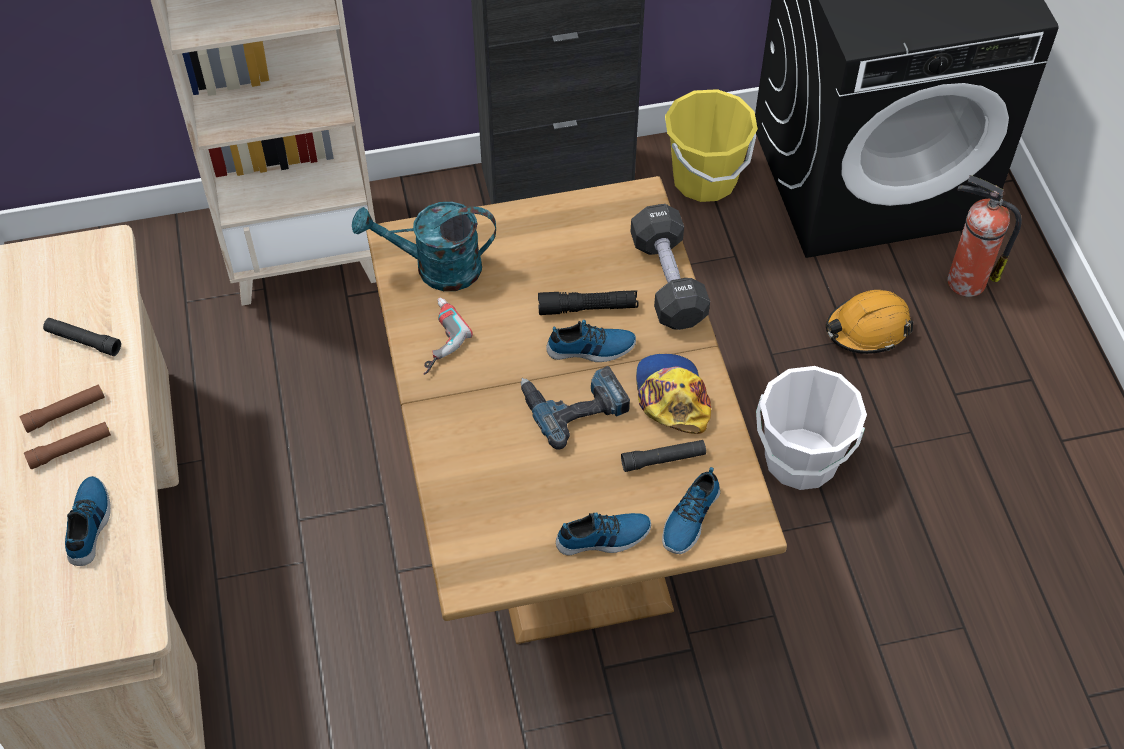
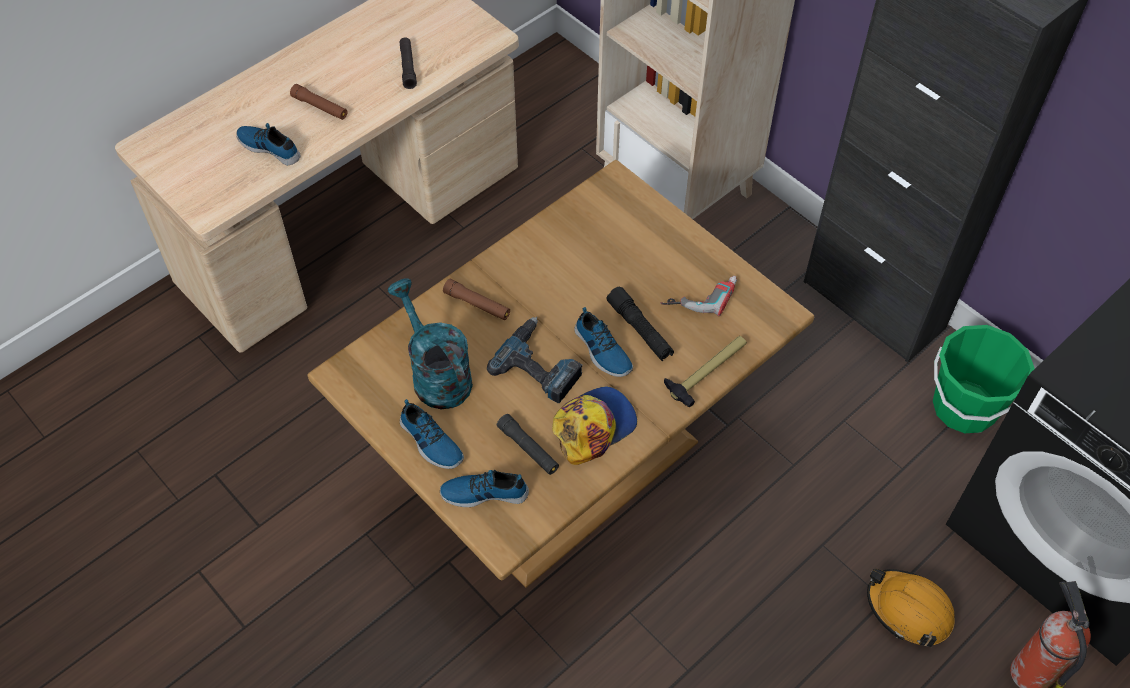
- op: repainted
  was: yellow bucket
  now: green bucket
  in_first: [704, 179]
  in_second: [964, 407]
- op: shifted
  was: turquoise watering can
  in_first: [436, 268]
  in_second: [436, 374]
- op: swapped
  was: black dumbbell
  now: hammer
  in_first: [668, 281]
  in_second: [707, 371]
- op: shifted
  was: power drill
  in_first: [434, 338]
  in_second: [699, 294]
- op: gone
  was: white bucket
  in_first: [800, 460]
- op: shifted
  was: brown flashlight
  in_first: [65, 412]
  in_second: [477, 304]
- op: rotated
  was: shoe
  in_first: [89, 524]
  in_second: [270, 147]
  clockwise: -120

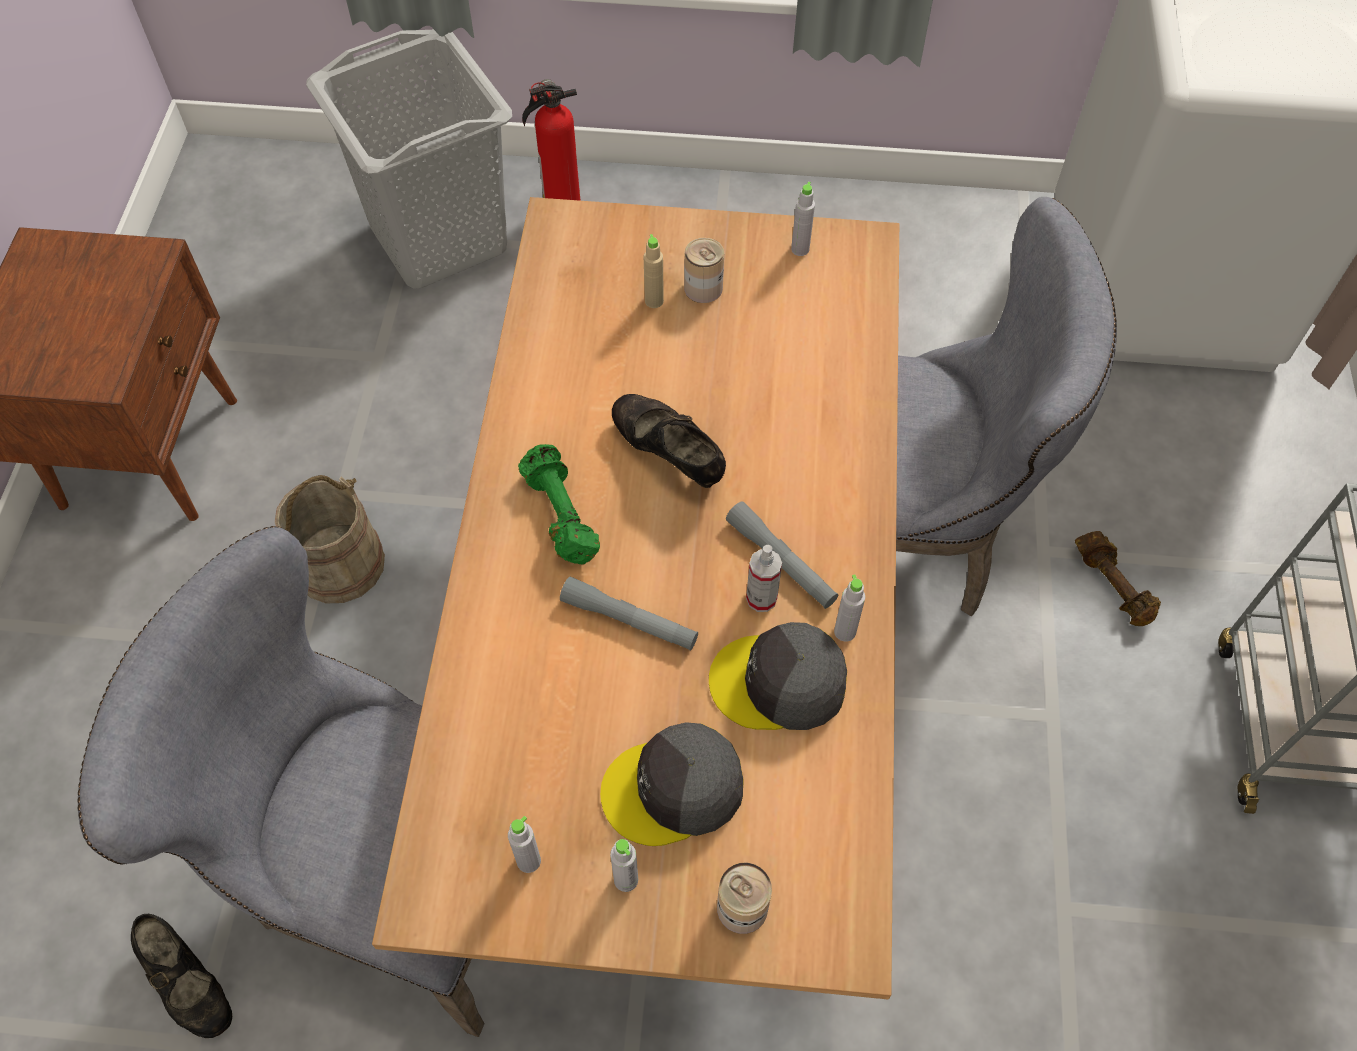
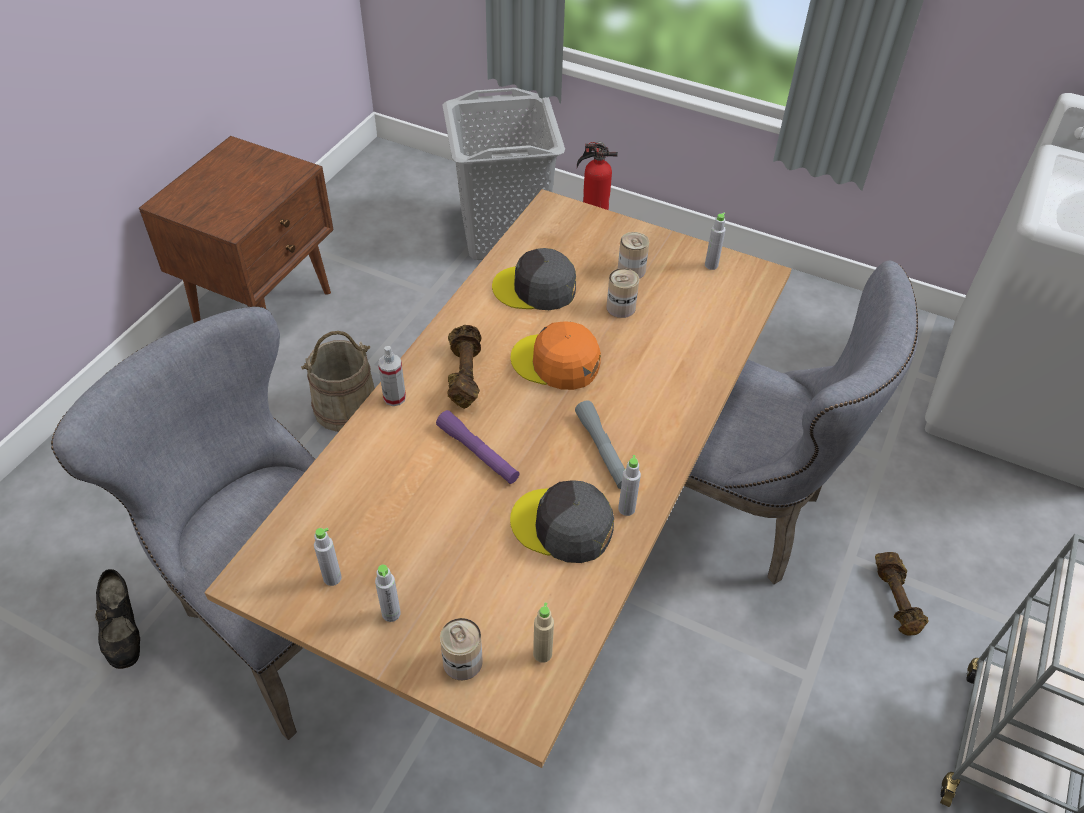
- op: shifted
  was: beige bottle
  in_first: [654, 301]
  in_second: [542, 654]
- op: swapped
  was: black shoe
  now: orange cap
  in_first: [668, 456]
  in_second: [556, 362]
- op: repainted
  was: green dumbbell
  now: brown dumbbell
  in_first: [559, 515]
  in_second: [464, 375]
- op: shifted
  was: spray bottle
  in_first: [761, 598]
  in_second: [394, 397]
- op: repainted
  was: grey flashlight
  now: purple flashlight
  in_first: [629, 620]
  in_second: [478, 453]
- op: shifted
  was: grey cap
  in_first: [674, 789]
  in_second: [535, 288]
- op: new
  now: can
  in_second: [621, 307]

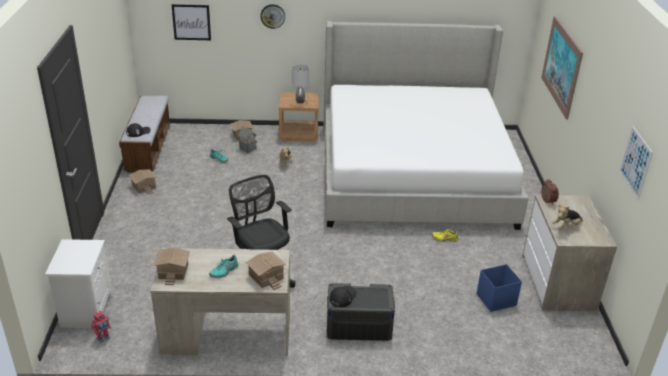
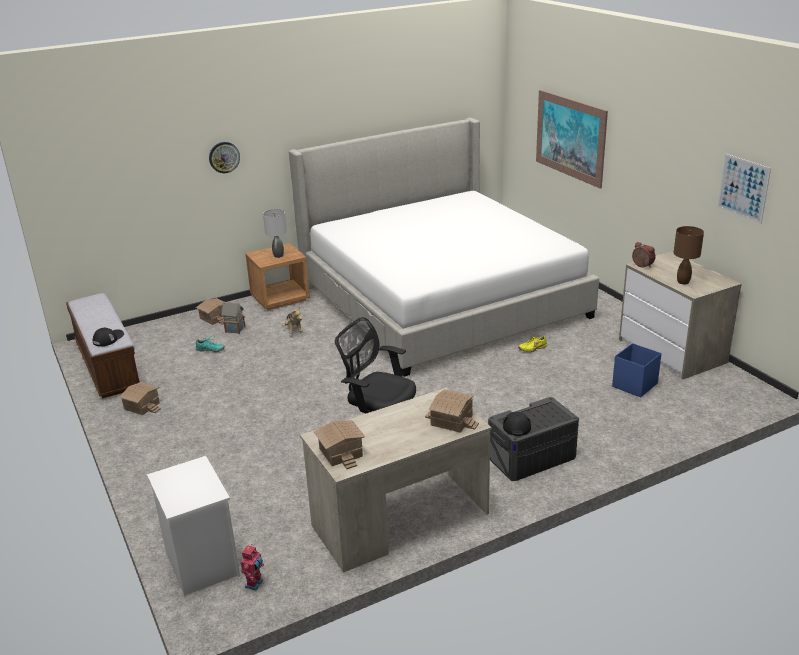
- op: gone
  was: picture
  in_first: [191, 22]
- op: swapped
  was: plush toy
  now: brown table lamp
  in_first: [566, 227]
  in_second: [683, 281]
- op: gone
  was: turquoise shoe
  in_first: [224, 271]

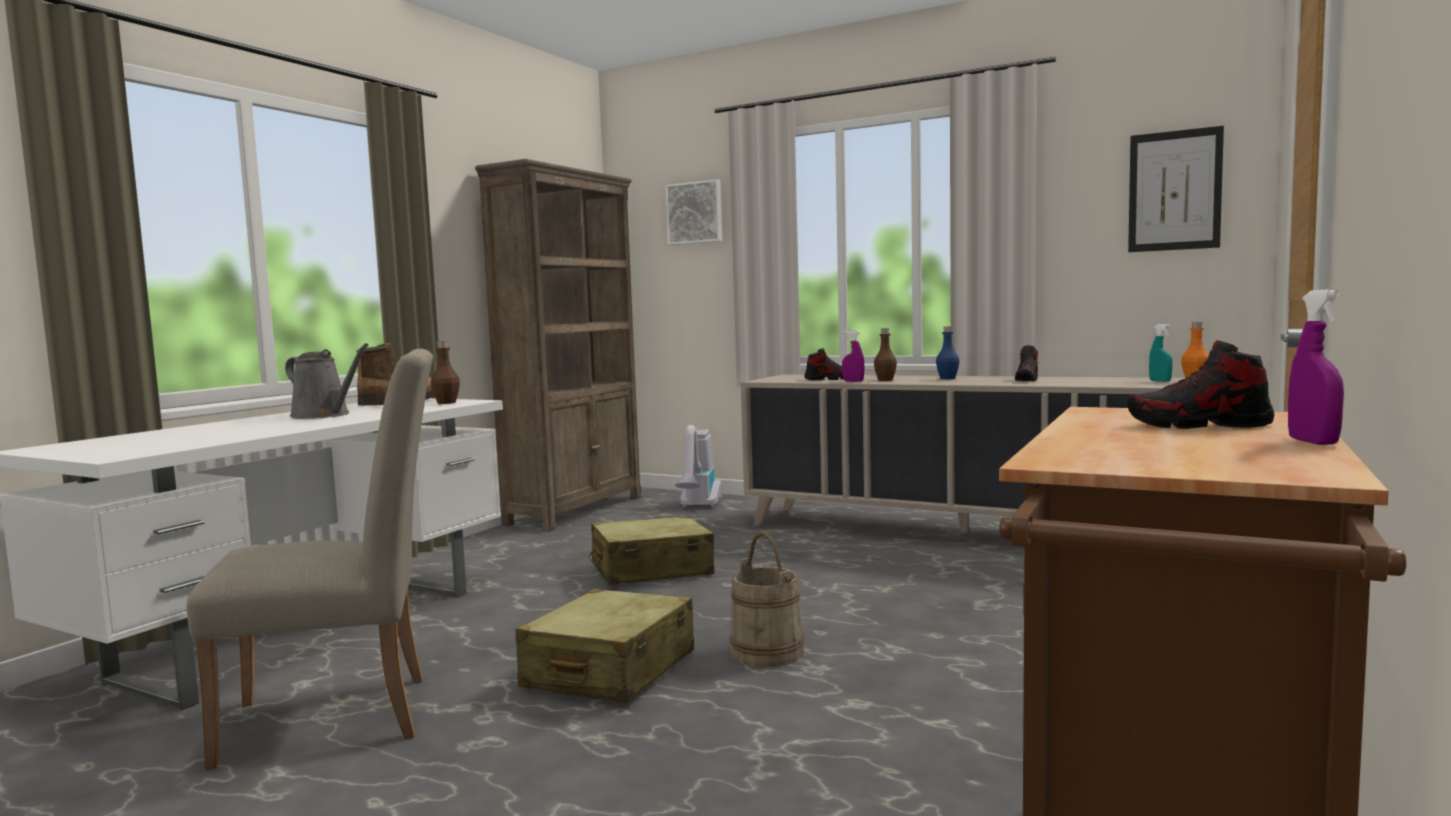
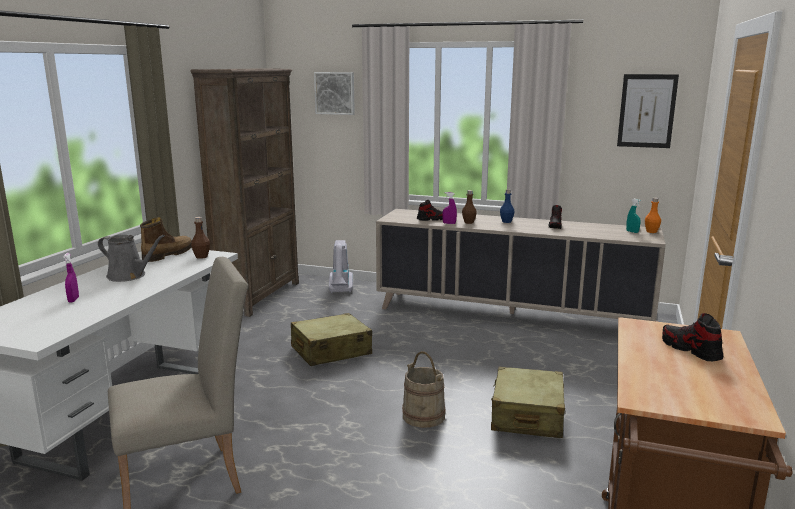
- op: shifted
  was: purple spray bottle
  in_first: [1313, 442]
  in_second: [73, 300]
- op: rotated
  was: shoe
  in_first: [1199, 425]
  in_second: [690, 349]
  clockwise: 60
- op: shifted
  was: beige suitcase
  in_first: [609, 671]
  in_second: [527, 415]

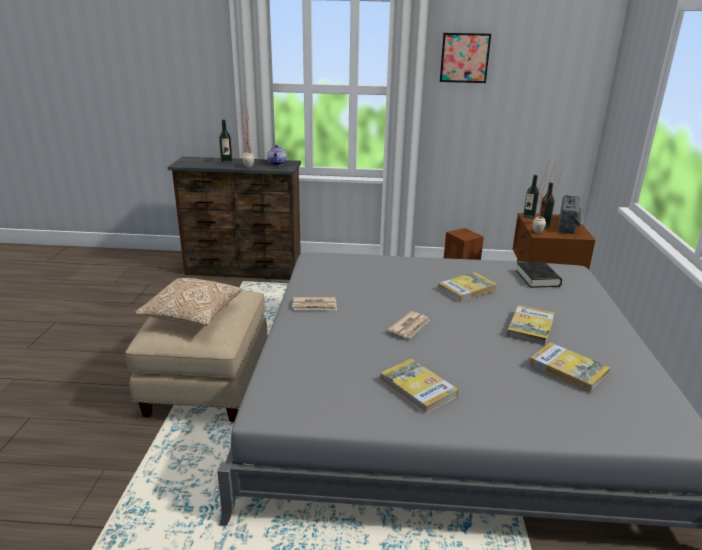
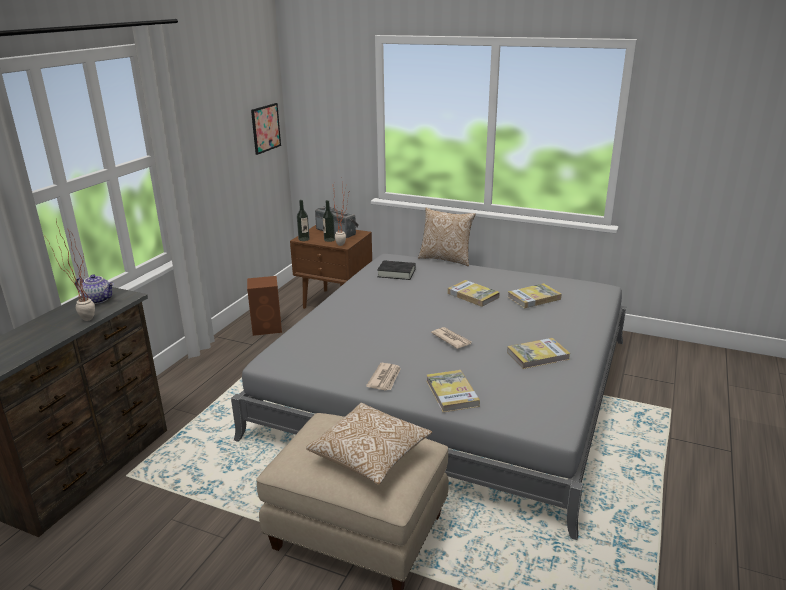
- op: shifted
  was: picture
  in_first: [464, 58]
  in_second: [265, 128]
- op: gone
  was: bottle
  in_first: [226, 162]
- op: shifted
  was: book
  in_first: [467, 289]
  in_second: [452, 393]
- op: new
  now: pillow
  in_second: [446, 259]

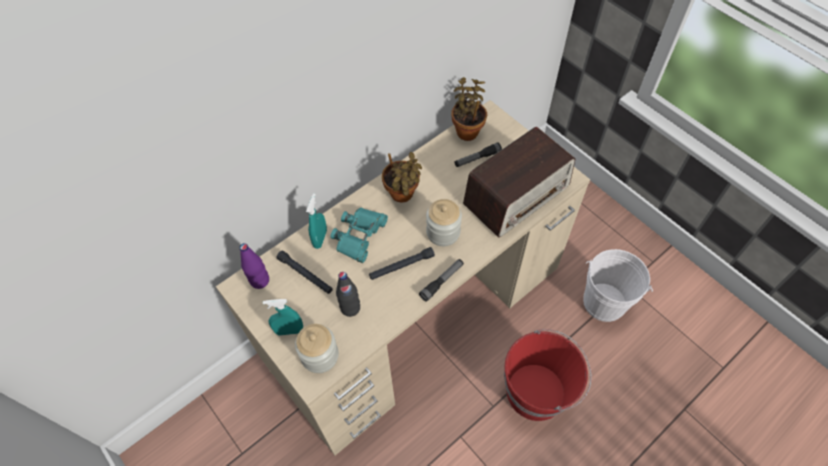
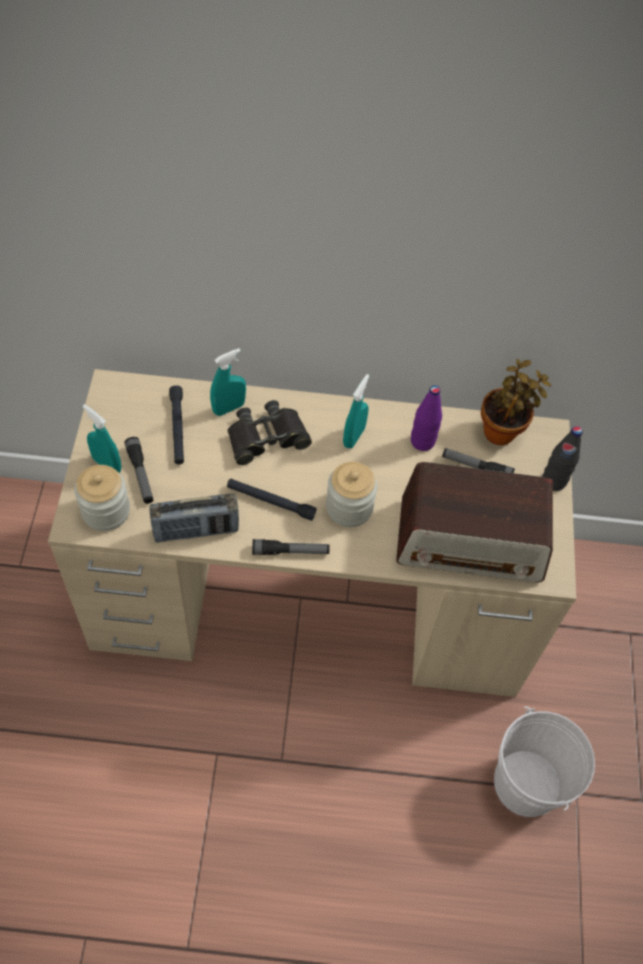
- op: swapped
  was: potted plant
  now: turquoise spray bottle
  in_first: [402, 195]
  in_second: [354, 437]
- op: repainted
  was: turquoise binoculars
  now: black binoculars
  in_first: [359, 236]
  in_second: [266, 437]
- op: shifted
  was: purple bottle
  in_first: [260, 281]
  in_second: [422, 442]
- op: shifted
  was: black bottle
  in_first: [350, 308]
  in_second: [553, 481]
- op: gone
  was: red bucket
  in_first: [537, 391]
- op: new
  now: flashlight
  in_second: [140, 474]
- op: new
  now: radio
  in_second: [196, 530]

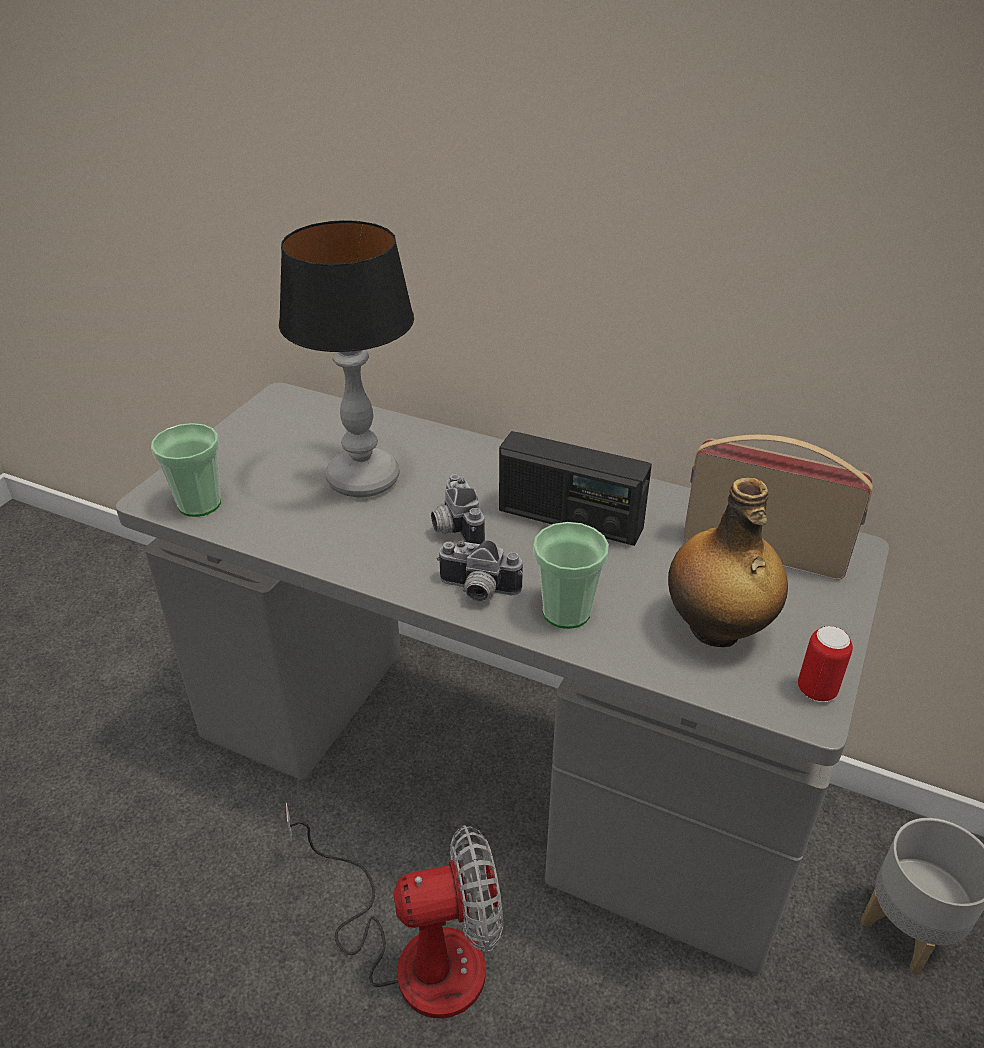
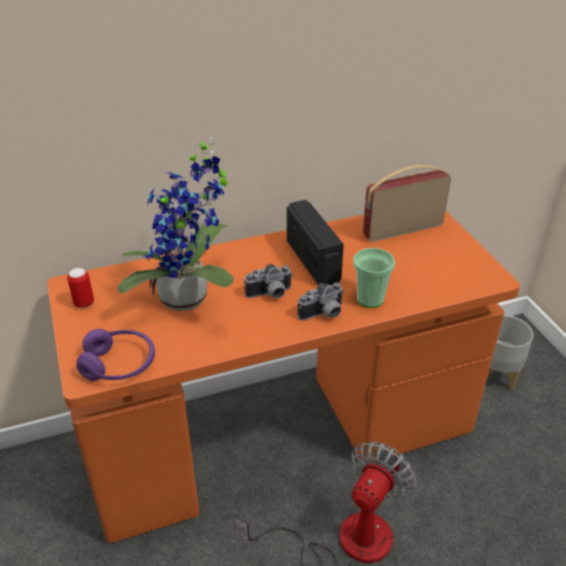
- op: swapped
  was: table lamp
  now: potted plant
  in_first: [362, 480]
  in_second: [189, 300]
- op: repainted
  was: grey desk
  now: orange desk
  in_first: [492, 768]
  in_second: [282, 437]
- op: swapped
  was: cup
  now: purple headphones
  in_first: [199, 504]
  in_second: [119, 364]
- op: rotated
  was: radio
  in_first: [570, 519]
  in_second: [313, 260]
  clockwise: -90
- op: rotated
  was: photo camera
  in_first: [454, 528]
  in_second: [270, 294]
  clockwise: -45
- op: gone
  was: bottle
  in_first: [716, 630]
- op: shifted
  was: can
  in_first: [816, 690]
  in_second: [84, 303]

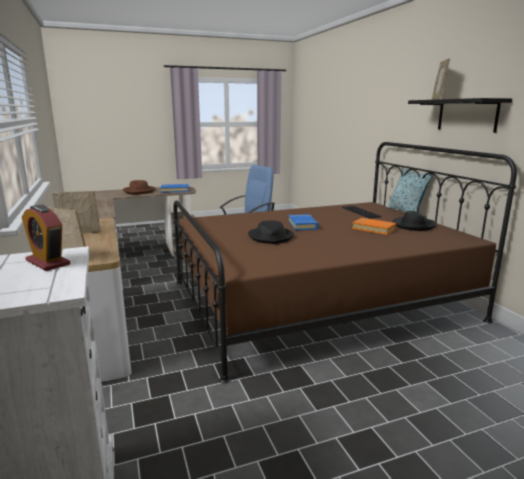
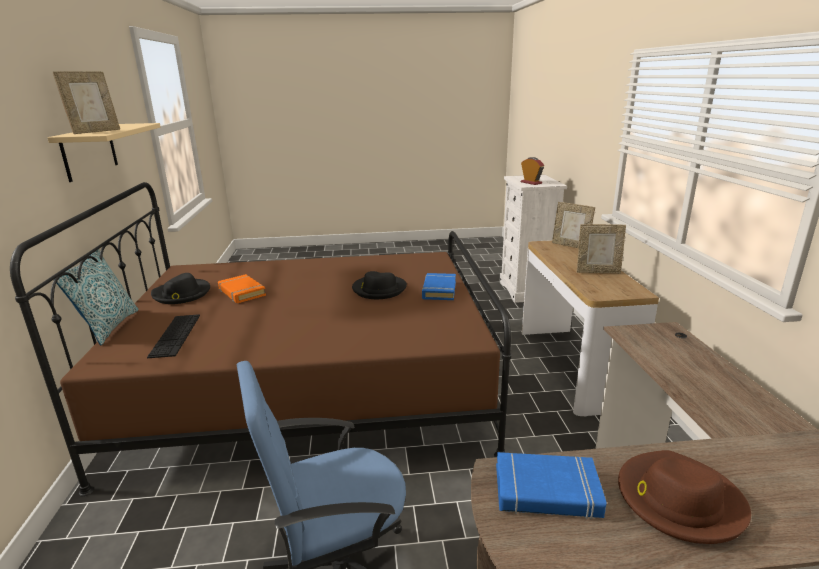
- op: repainted
  was: black shelf
  now: beige shelf
  in_first: [467, 115]
  in_second: [89, 151]
- op: shifted
  was: blue book
  in_first: [302, 225]
  in_second: [439, 290]

